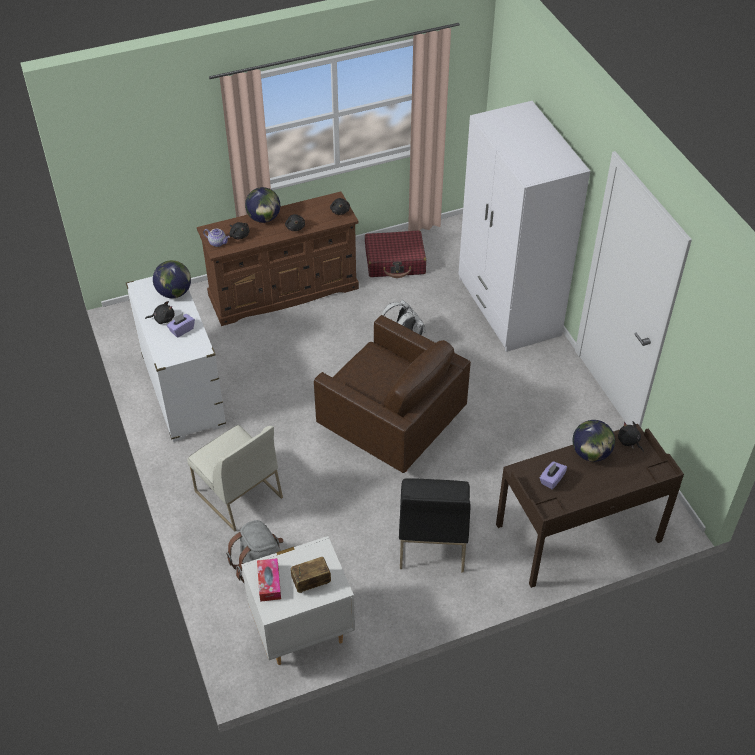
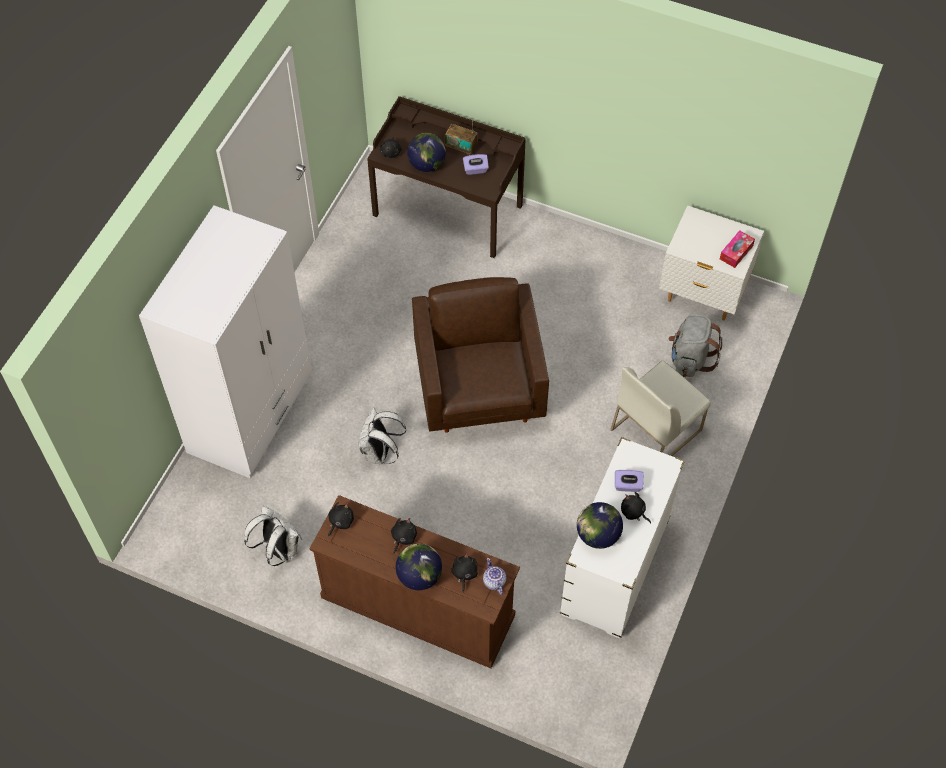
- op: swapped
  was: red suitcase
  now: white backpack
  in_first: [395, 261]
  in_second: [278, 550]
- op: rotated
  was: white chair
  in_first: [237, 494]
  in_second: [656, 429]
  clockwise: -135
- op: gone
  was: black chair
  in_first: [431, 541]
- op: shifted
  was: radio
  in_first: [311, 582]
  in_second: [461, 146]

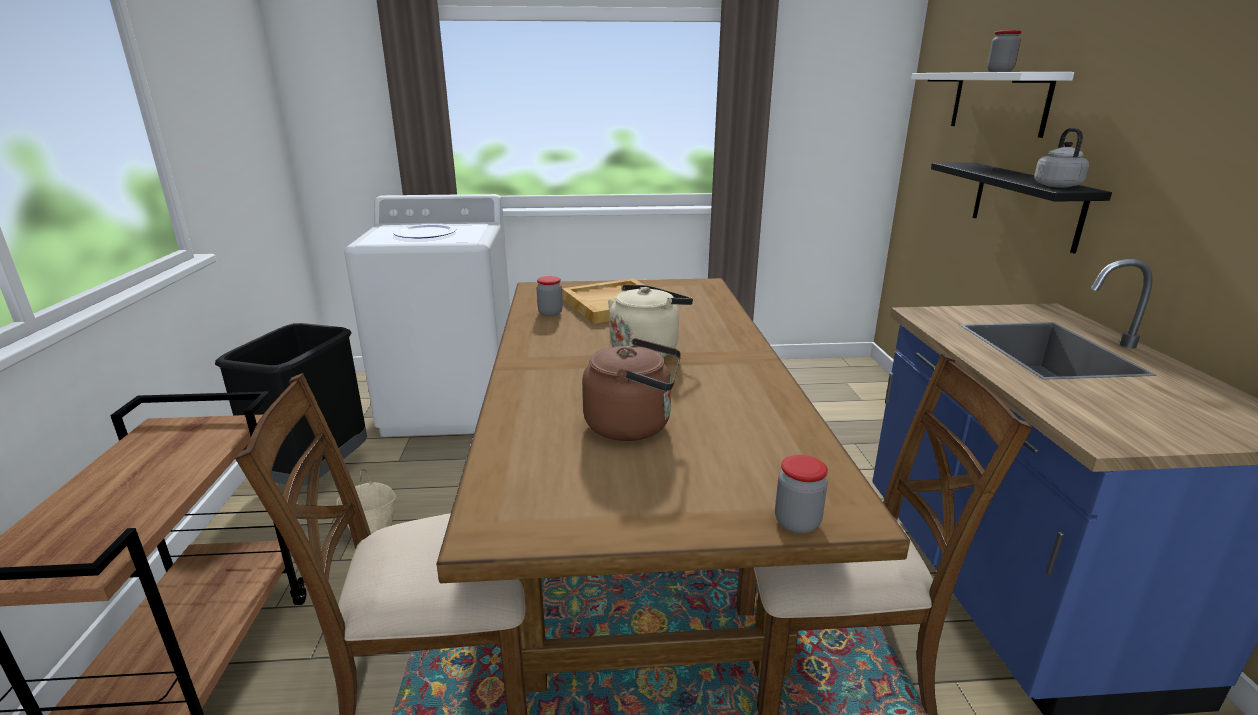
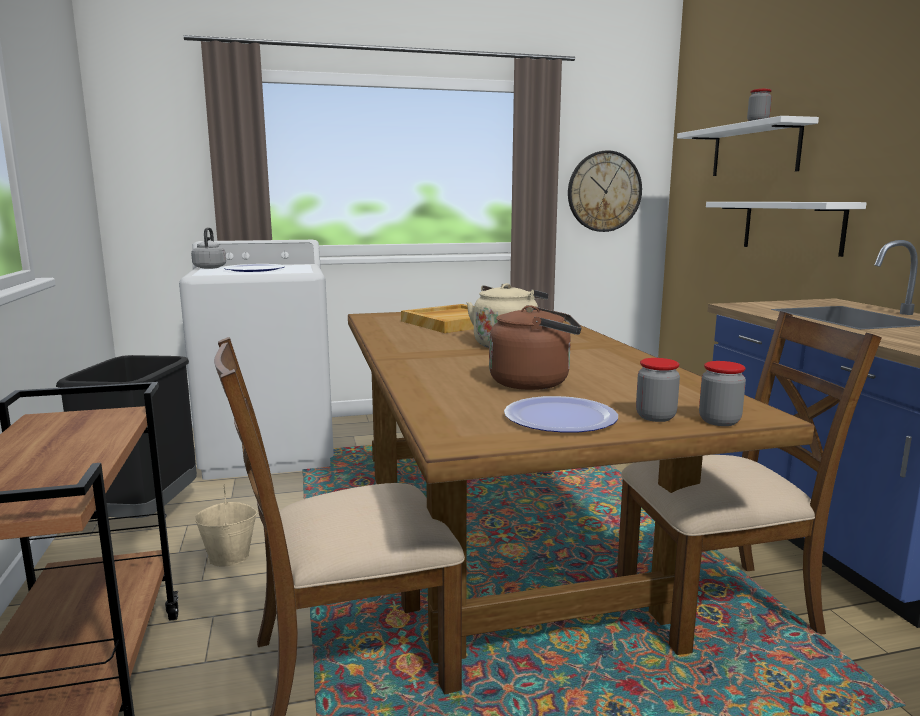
- op: shifted
  was: grey kettle
  in_first: [1055, 185]
  in_second: [210, 267]
- op: repainted
  was: black shelf
  now: white shelf
  in_first: [1026, 204]
  in_second: [792, 226]
- op: shifted
  was: jar
  in_first: [550, 313]
  in_second: [655, 417]
- op: new
  now: wall clock
  in_second: [604, 191]
- op: new
  now: plate
  in_second: [560, 417]

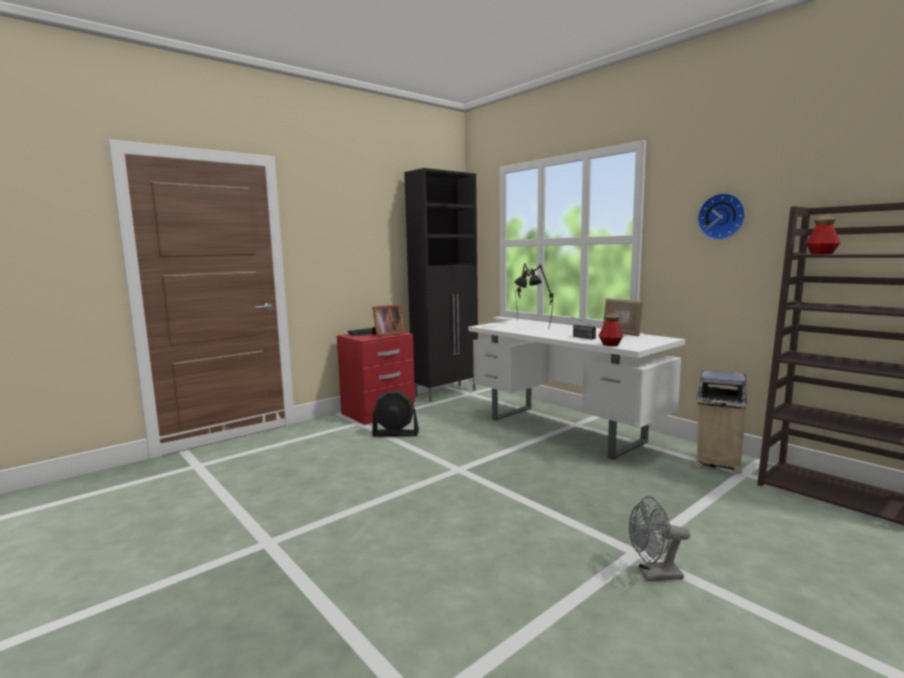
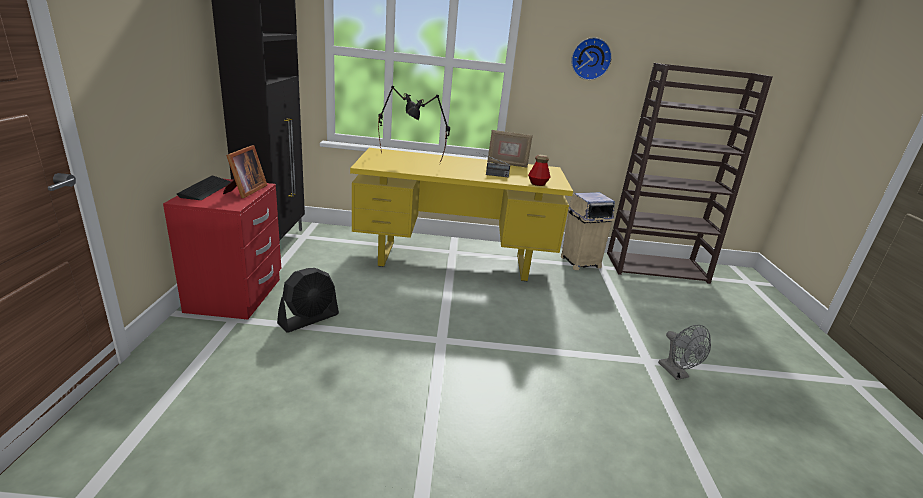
- op: gone
  was: bottle
  in_first: [821, 254]
- op: repainted
  was: white desk
  now: yellow desk
  in_first: [565, 430]
  in_second: [454, 260]
- op: rotated
  was: grey fan
  in_first: [654, 575]
  in_second: [676, 373]
  clockwise: -60

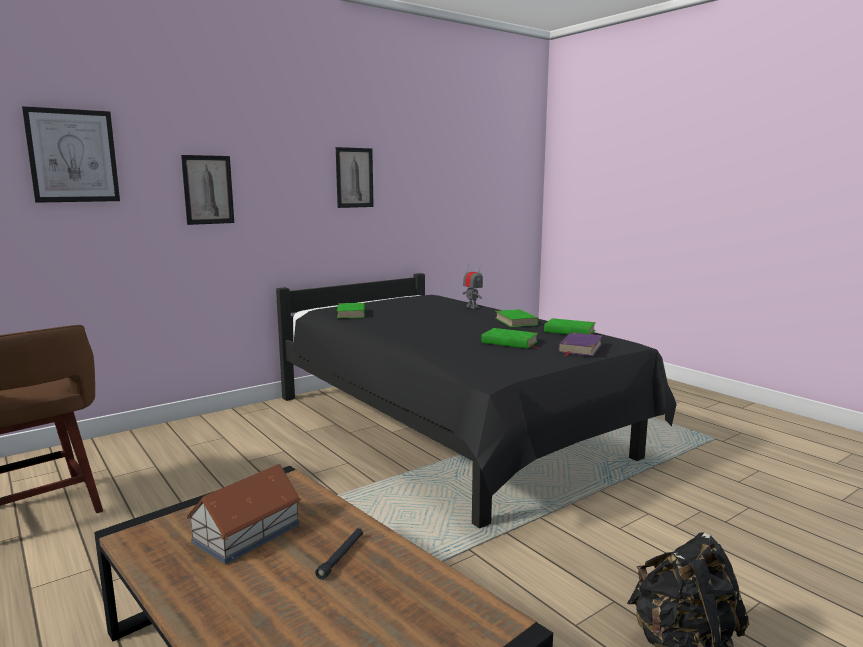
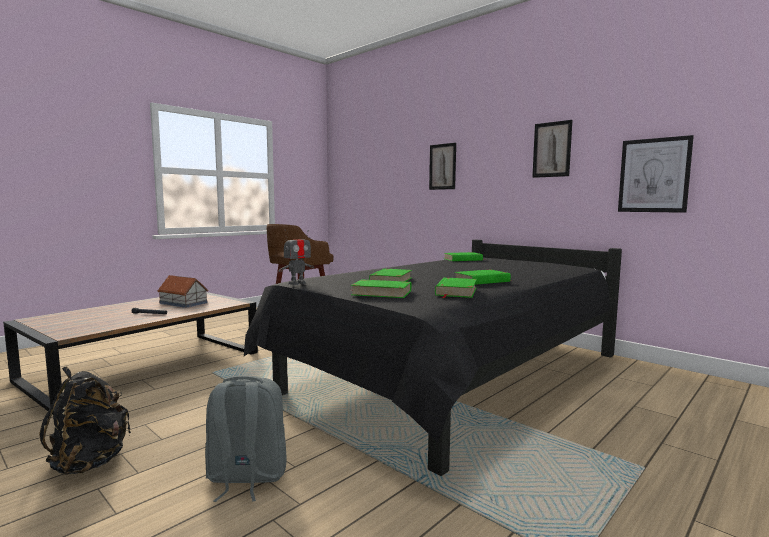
- op: shifted
  was: picture
  in_first: [73, 156]
  in_second: [654, 175]
- op: shifted
  was: toy robot
  in_first: [472, 307]
  in_second: [297, 283]
- op: repainted
  was: purple book
  now: green book
  in_first: [580, 348]
  in_second: [381, 293]
- op: new
  now: grey backpack
  in_second: [246, 477]

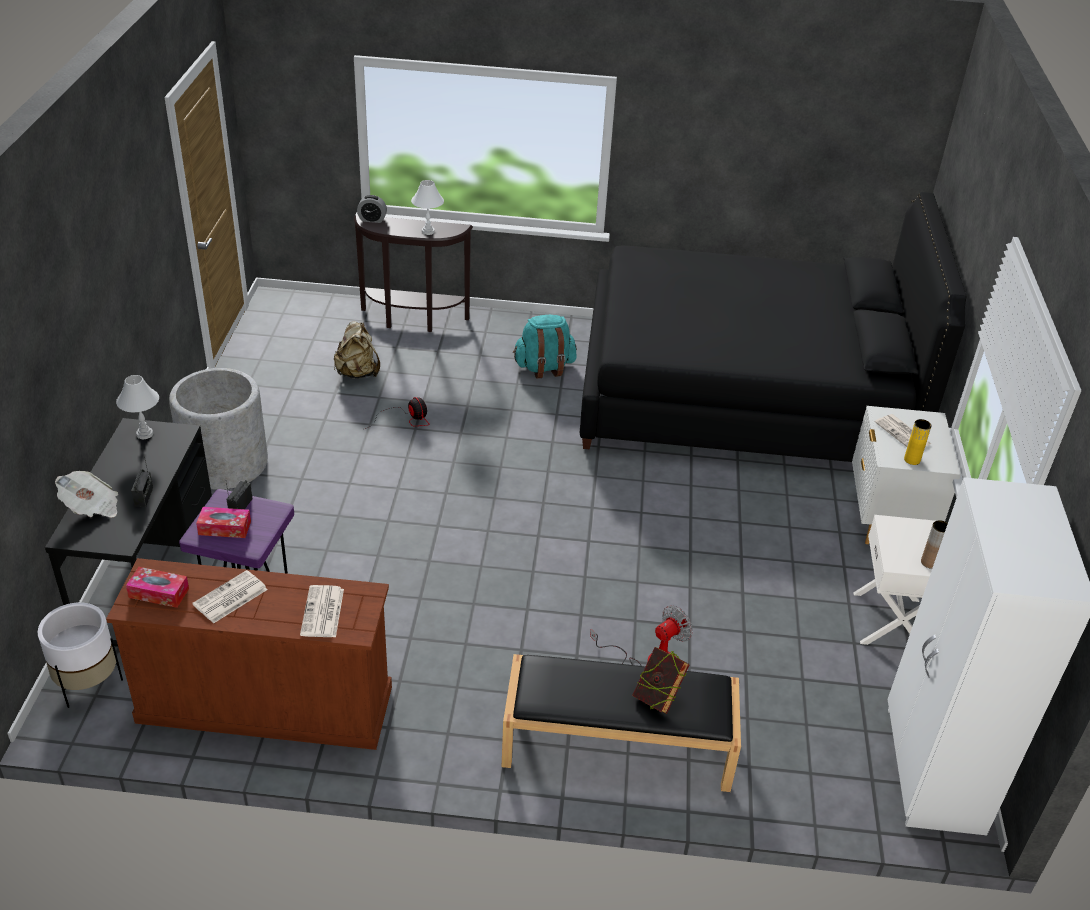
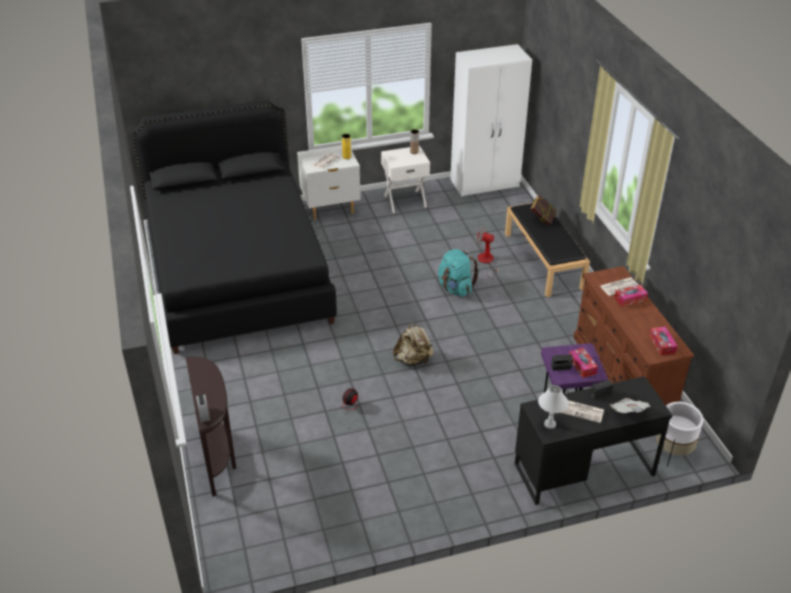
- op: gone
  was: white table lamp
  in_first: [428, 231]
- op: shifted
  was: turquoise backpack
  in_first: [544, 367]
  in_second: [455, 288]
- op: shifted
  was: beige backpack
  in_first: [357, 373]
  in_second: [413, 360]
- op: gone
  was: grey planter
  in_first: [225, 463]
- op: shifted
  was: newspaper
  in_first: [230, 598]
  in_second: [582, 411]
- op: new
  now: tissue box
  in_second: [630, 299]

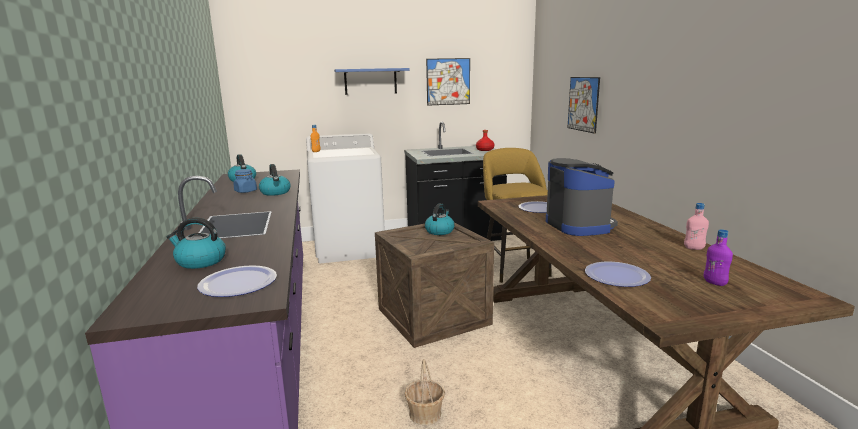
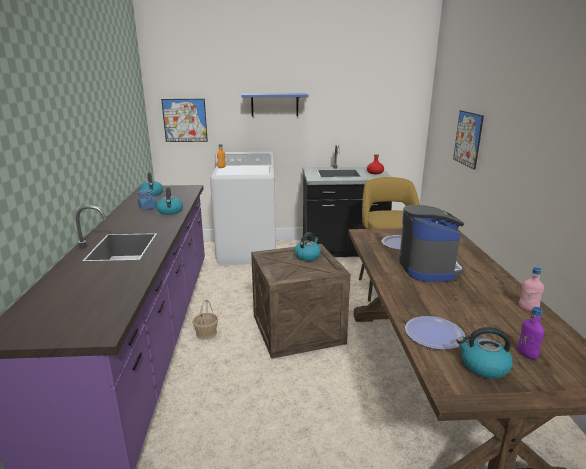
- op: shifted
  was: picture
  in_first: [448, 81]
  in_second: [185, 120]
- op: shifted
  was: kettle
  in_first: [200, 261]
  in_second: [483, 366]
- op: gone
  was: plate
  in_first: [238, 283]
- op: shifted
  was: basket
  in_first: [425, 414]
  in_second: [206, 333]

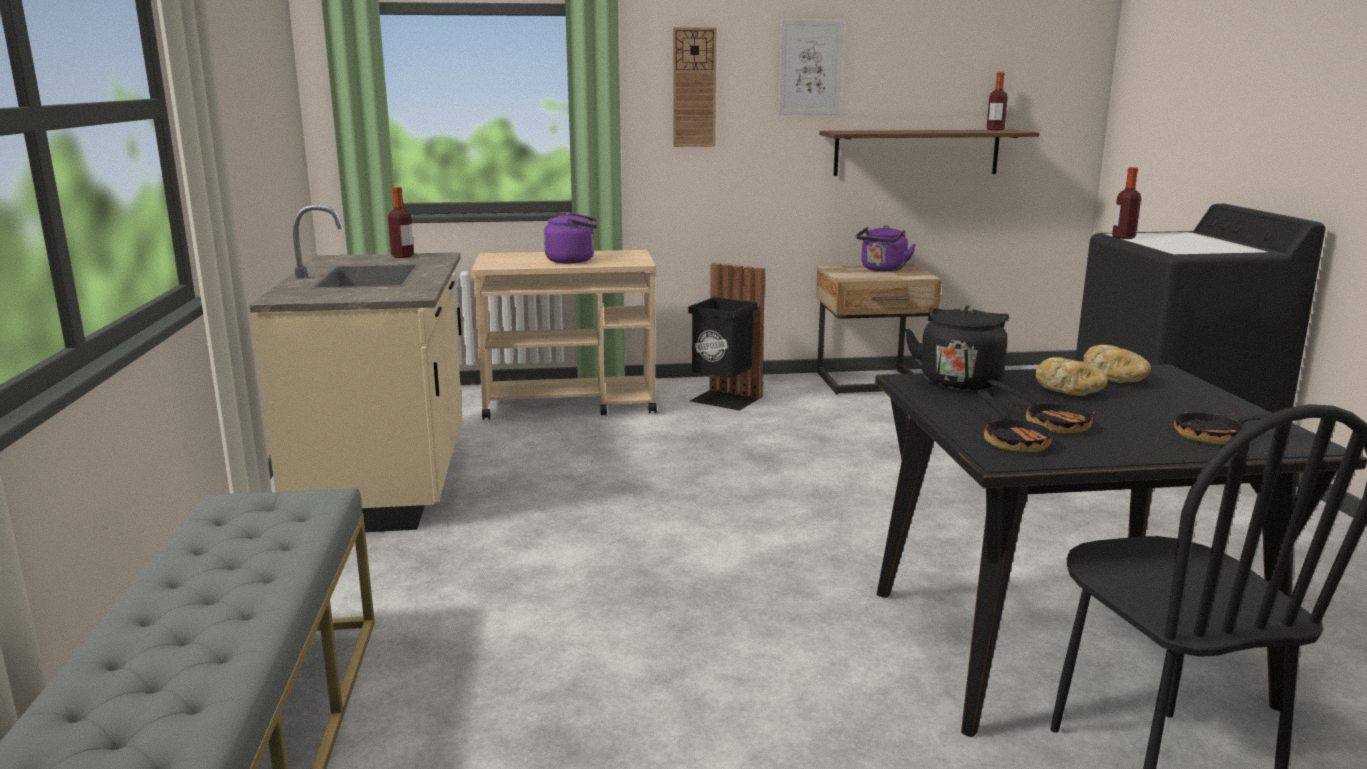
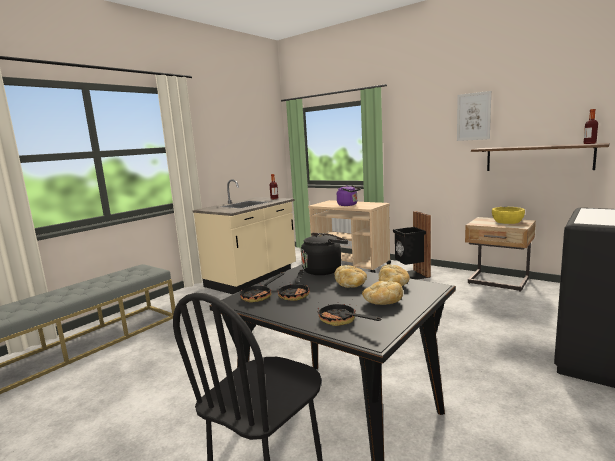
- op: gone
  was: wall clock
  in_first: [694, 88]
- op: gone
  was: bottle
  in_first: [1123, 237]
- op: swapped
  was: purple kettle
  now: yellow bowl
  in_first: [882, 269]
  in_second: [507, 221]
- op: new
  now: bread
  in_second: [382, 302]

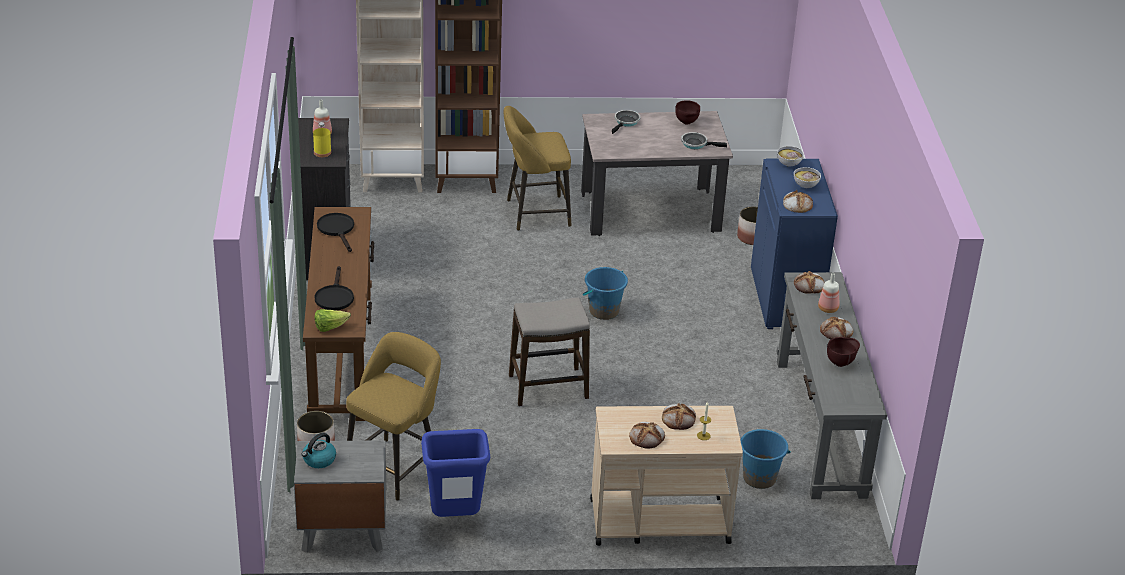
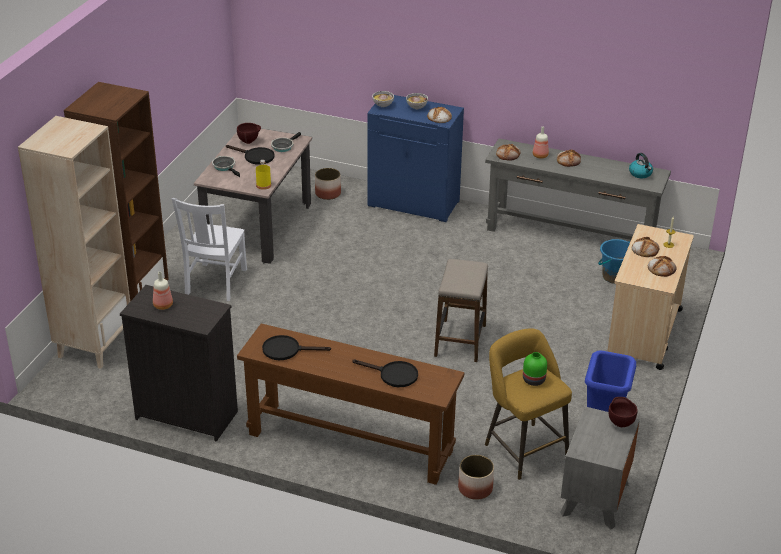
- op: swapped
  was: yellow stool
  now: white chair
  in_first: [534, 214]
  in_second: [215, 283]
- op: shifted
  was: yellow bottle
  in_first: [322, 152]
  in_second: [263, 185]
- op: gone
  was: blue bucket
  in_first: [603, 311]
- op: gone
  was: lettuce
  in_first: [330, 327]
- op: shifted
  was: brown bowl
  in_first: [841, 363]
  in_second: [620, 423]
- op: shifted
  was: kettle
  in_first: [319, 460]
  in_second: [640, 174]
- op: new
  now: black frying pan
  in_second: [255, 157]
- op: new
  now: green vase
  in_second: [533, 379]

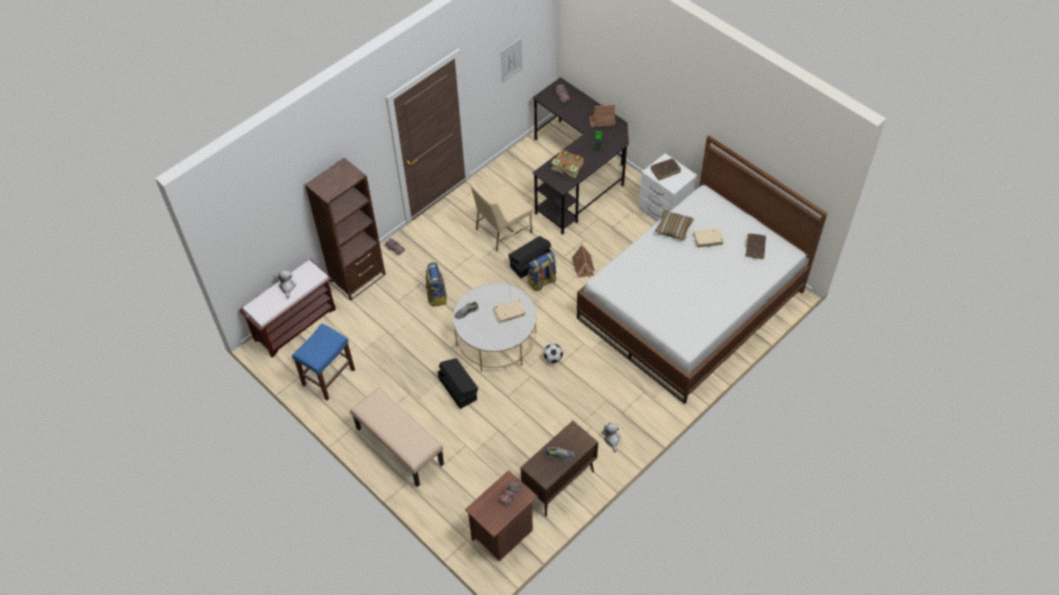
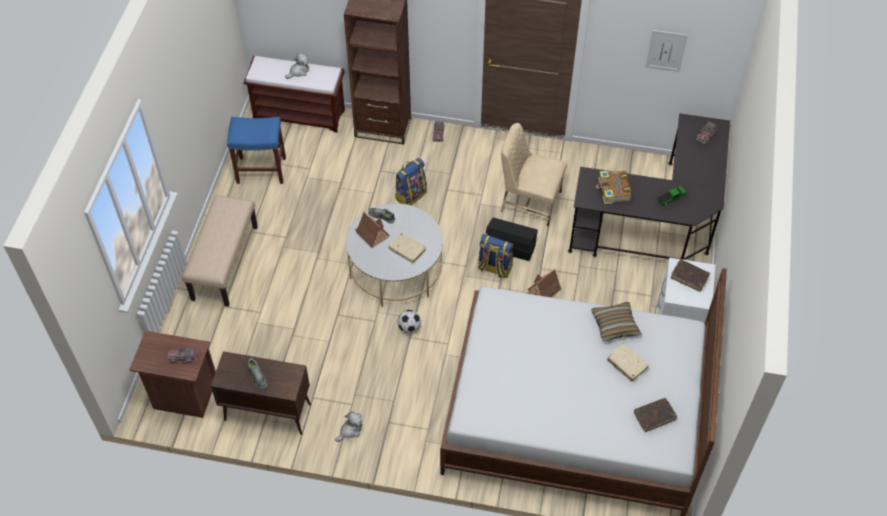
- op: shifted
  was: toy house
  in_first: [602, 120]
  in_second: [371, 234]
- op: gone
  was: black storage box
  in_first: [458, 388]

